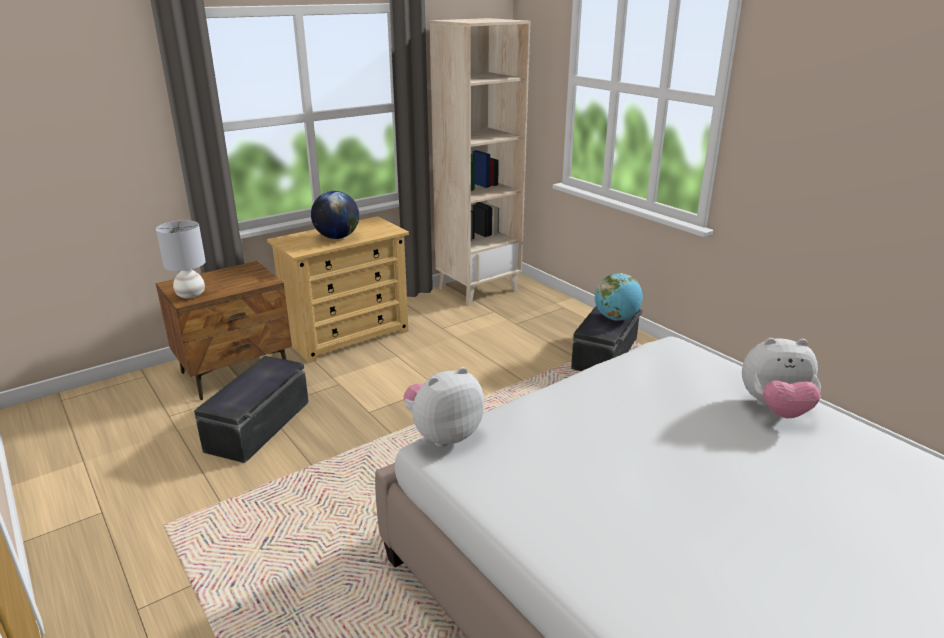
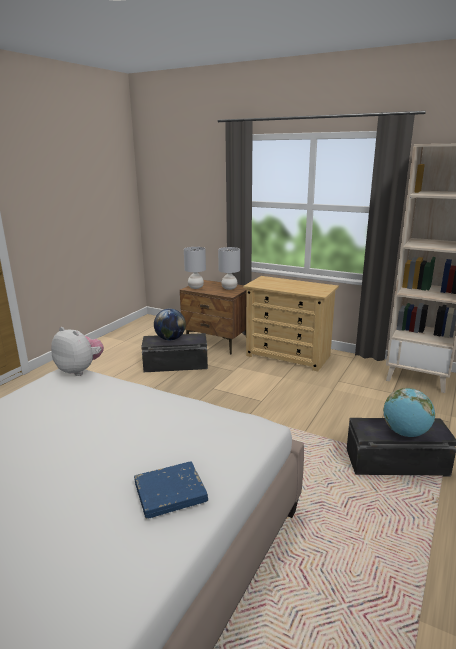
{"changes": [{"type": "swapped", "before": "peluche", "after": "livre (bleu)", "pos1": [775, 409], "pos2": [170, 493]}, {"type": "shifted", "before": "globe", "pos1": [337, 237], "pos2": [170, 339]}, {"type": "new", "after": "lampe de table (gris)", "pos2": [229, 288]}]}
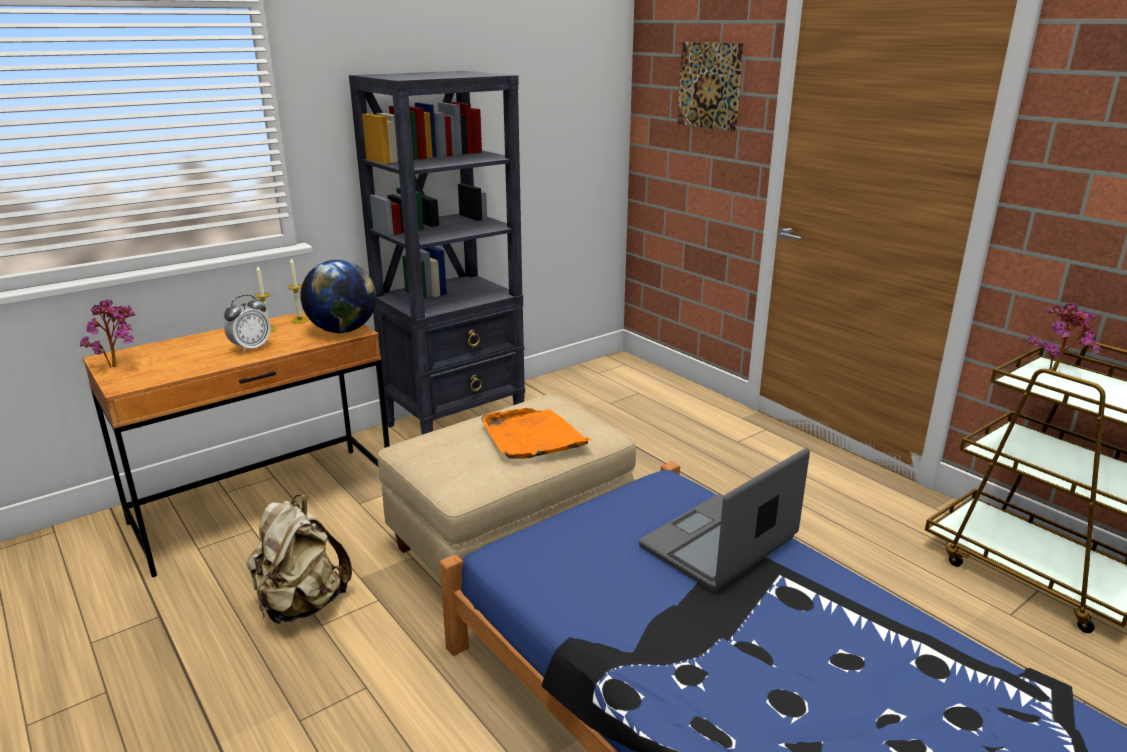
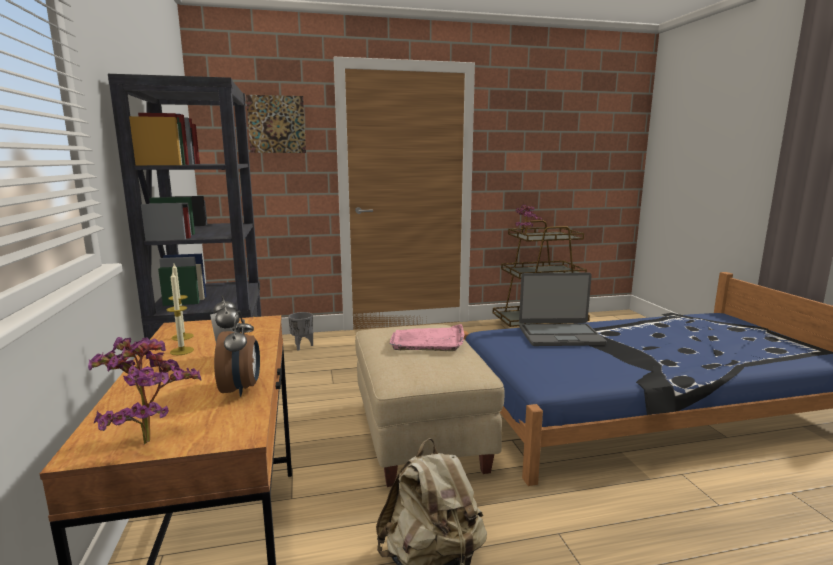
{"changes": [{"type": "new", "after": "réveil", "pos2": [241, 389]}, {"type": "new", "after": "cache-pot (gris)", "pos2": [302, 346]}, {"type": "repainted", "before": "plateau (orange)", "after": "plateau (rose)", "pos1": [532, 437], "pos2": [428, 341]}, {"type": "rotated", "before": "ordinateur portable", "pos1": [719, 544], "pos2": [560, 335], "turn": -75}, {"type": "gone", "before": "globe", "pos1": [342, 330]}]}
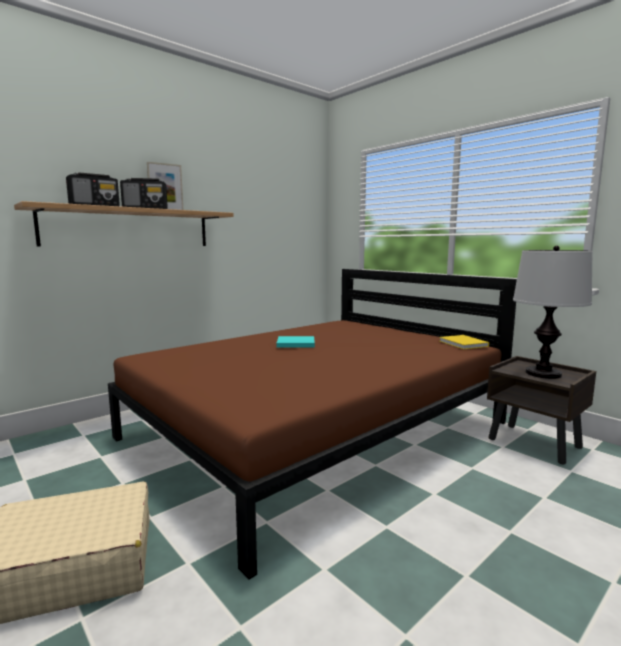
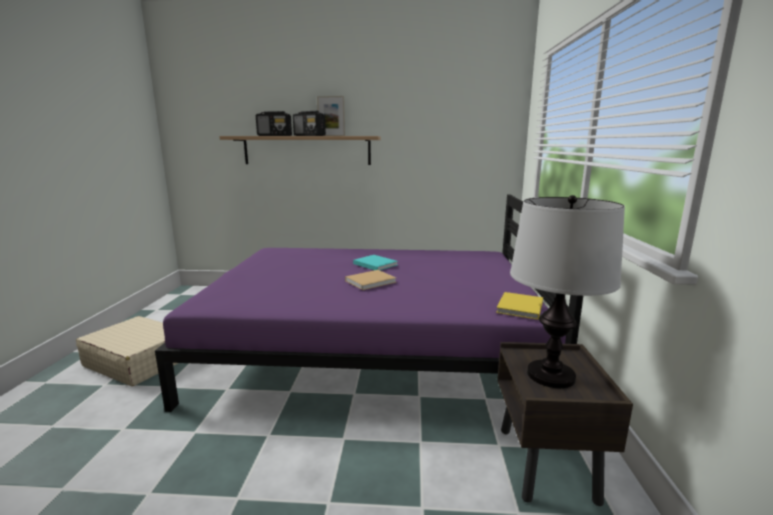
{"changes": [{"type": "repainted", "before": "lit (marron)", "after": "lit (violet)", "pos1": [318, 430], "pos2": [374, 348]}, {"type": "new", "after": "livre (beige)", "pos2": [372, 281]}]}
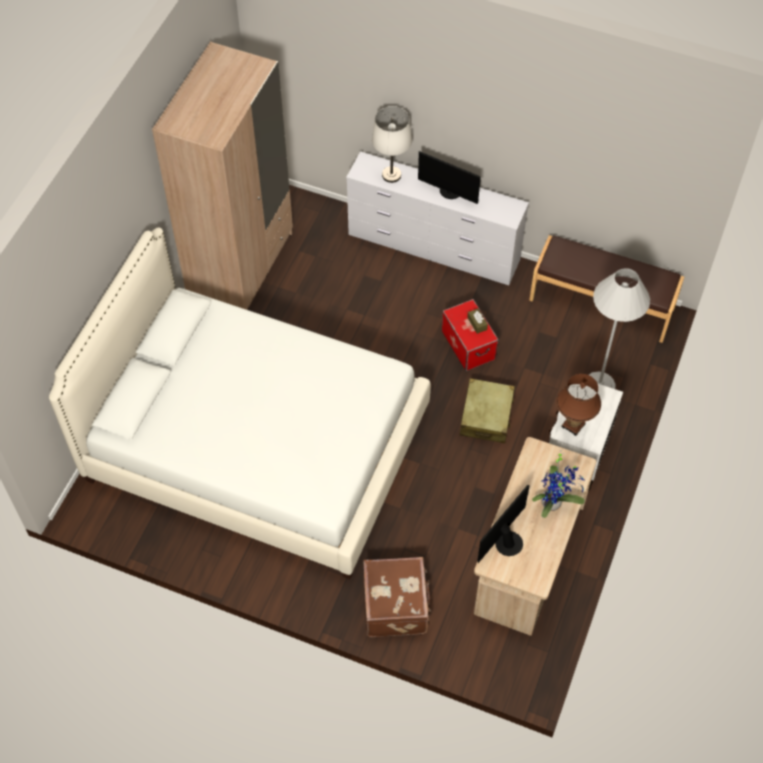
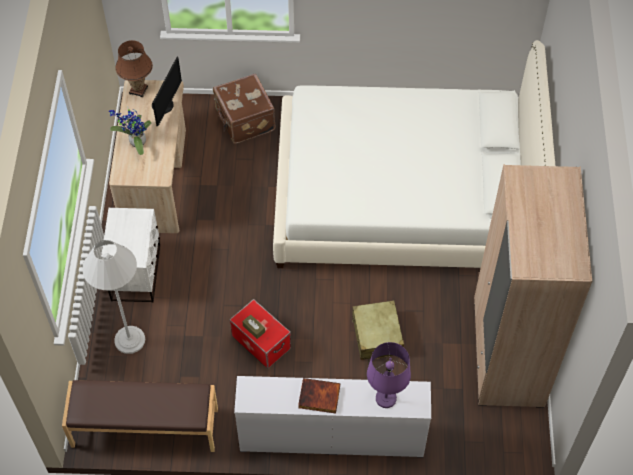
{"changes": [{"type": "shifted", "before": "lampe de table (marron)", "pos1": [573, 425], "pos2": [138, 90]}, {"type": "swapped", "before": "écran d'ordinateur", "after": "livre", "pos1": [449, 192], "pos2": [318, 397]}, {"type": "shifted", "before": "valise (beige)", "pos1": [486, 416], "pos2": [377, 335]}, {"type": "repainted", "before": "lampe de table (blanc)", "after": "lampe de table (violet)", "pos1": [391, 175], "pos2": [386, 398]}]}
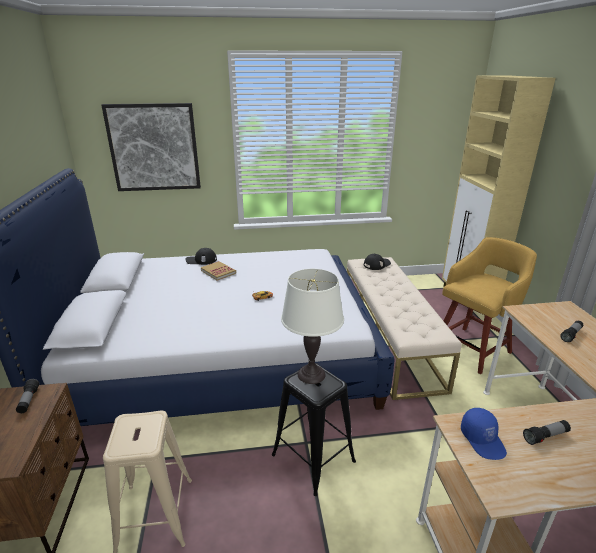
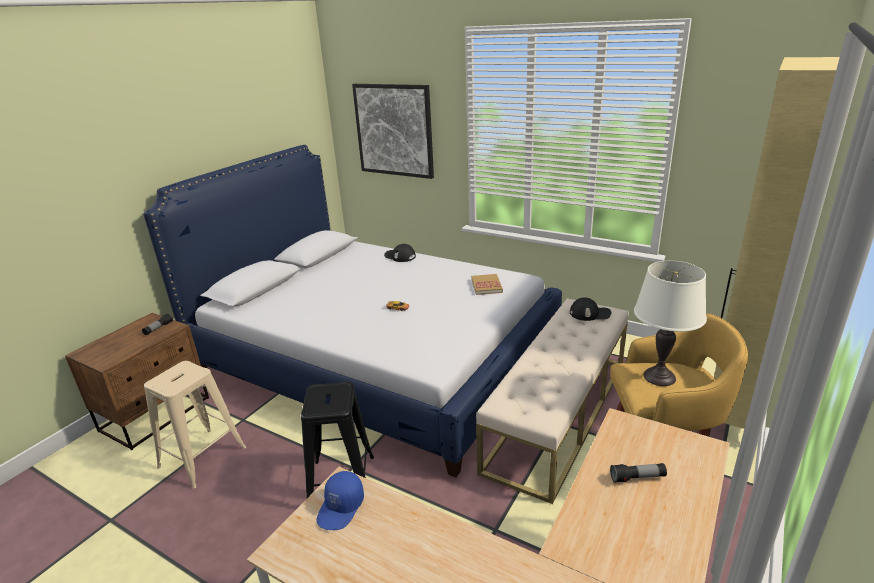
{"changes": [{"type": "shifted", "before": "livre", "pos1": [218, 272], "pos2": [486, 286]}, {"type": "shifted", "before": "lampe de table (blanc)", "pos1": [311, 374], "pos2": [659, 377]}, {"type": "gone", "before": "lampe de poche", "pos1": [545, 436]}]}
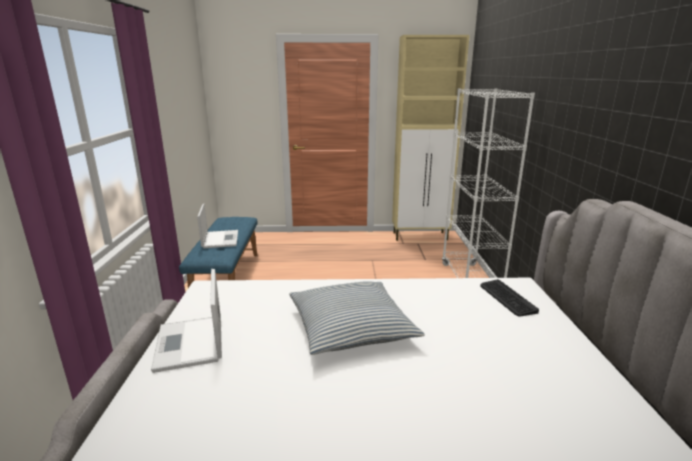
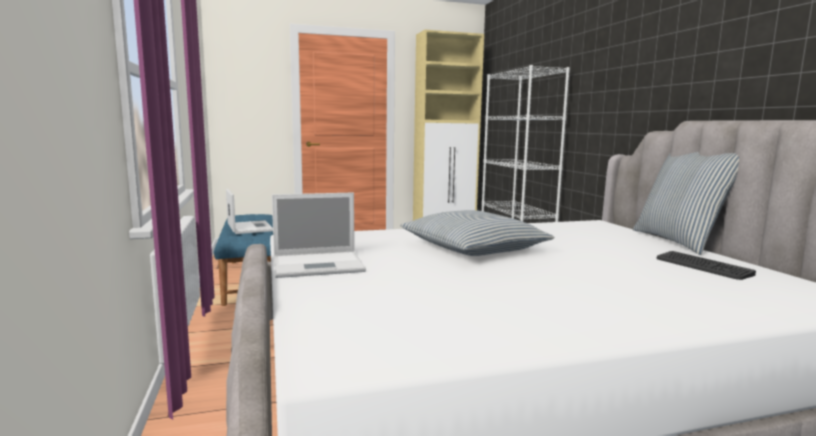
{"changes": [{"type": "rotated", "before": "ordinateur portable", "pos1": [190, 344], "pos2": [320, 265], "turn": -75}, {"type": "new", "after": "coussin", "pos2": [679, 241]}, {"type": "shifted", "before": "clavier", "pos1": [507, 298], "pos2": [702, 266]}]}
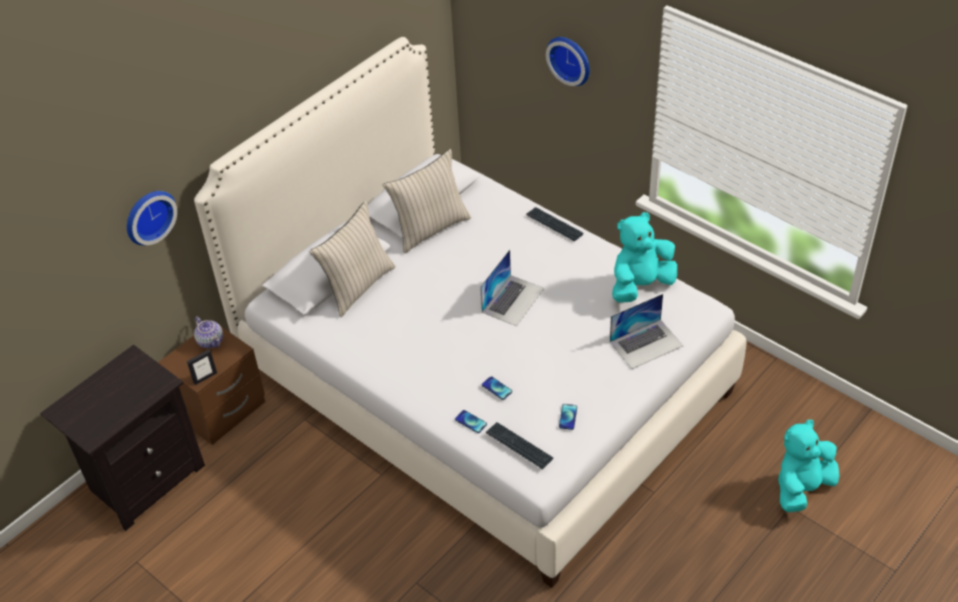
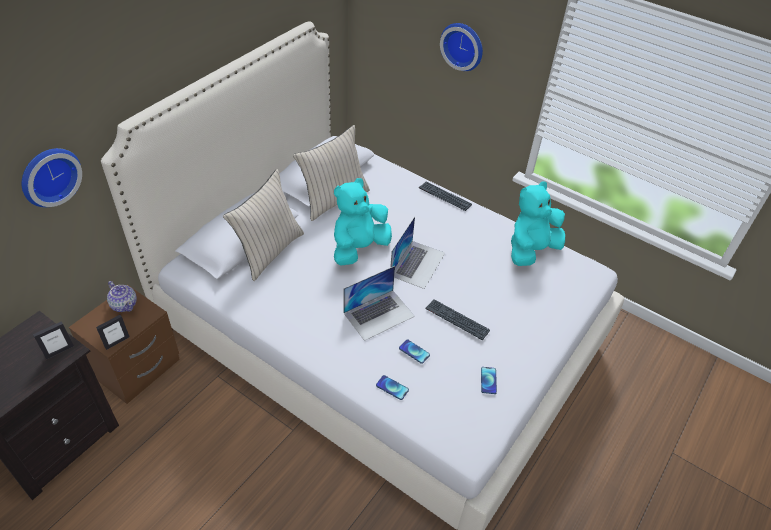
{"changes": [{"type": "new", "after": "cadre photo", "pos2": [59, 351]}, {"type": "shifted", "before": "peluche (turquoise)", "pos1": [802, 487], "pos2": [359, 248]}, {"type": "shifted", "before": "ordinateur portable", "pos1": [646, 343], "pos2": [379, 314]}, {"type": "shifted", "before": "clavier", "pos1": [519, 446], "pos2": [457, 320]}]}
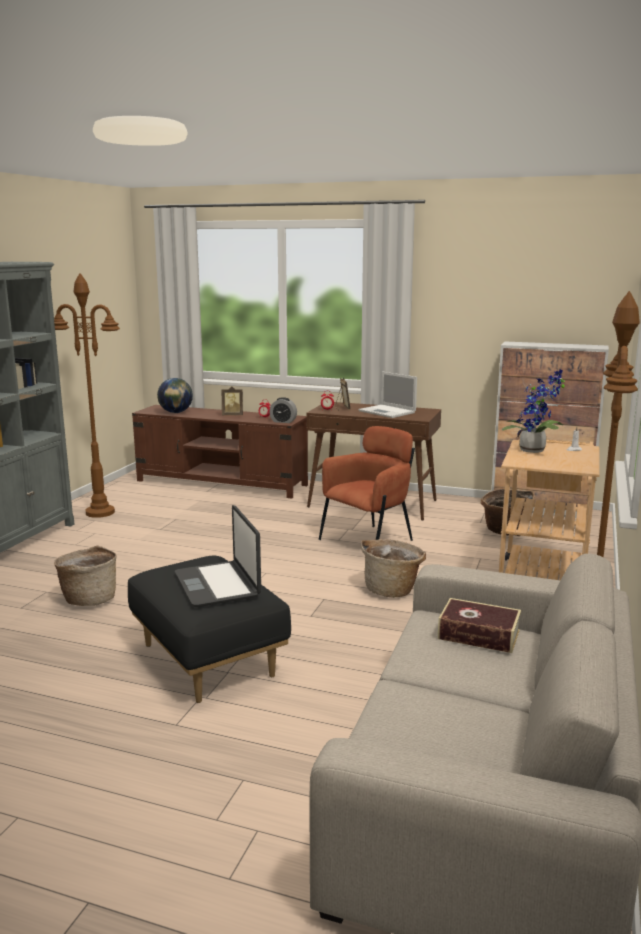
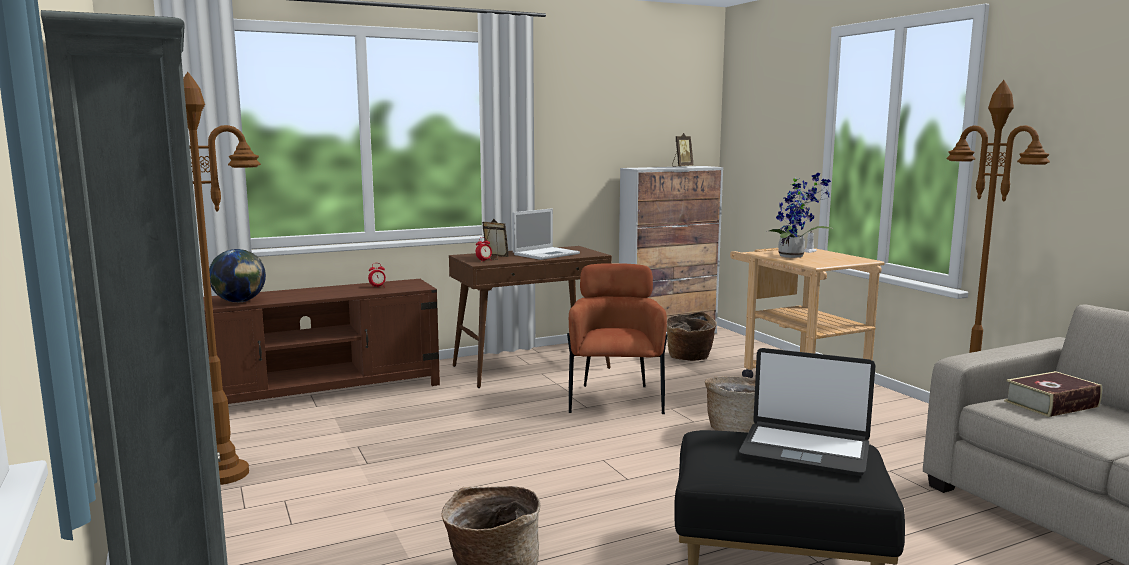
{"changes": [{"type": "rotated", "before": "ordinateur portable", "pos1": [388, 412], "pos2": [547, 254], "turn": -45}, {"type": "shifted", "before": "cadre photo", "pos1": [232, 415], "pos2": [681, 166]}, {"type": "gone", "before": "réveil", "pos1": [283, 421]}]}
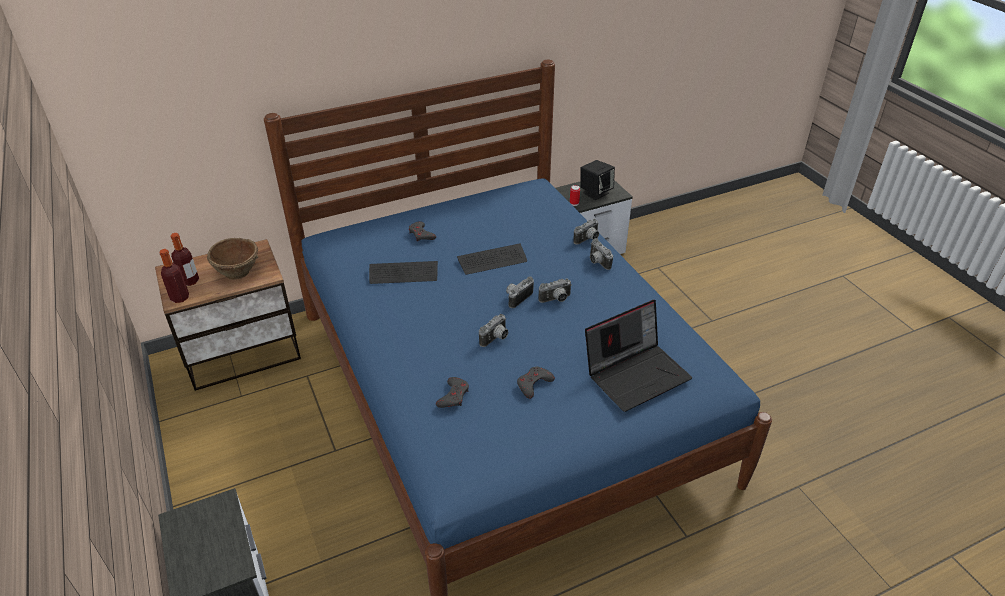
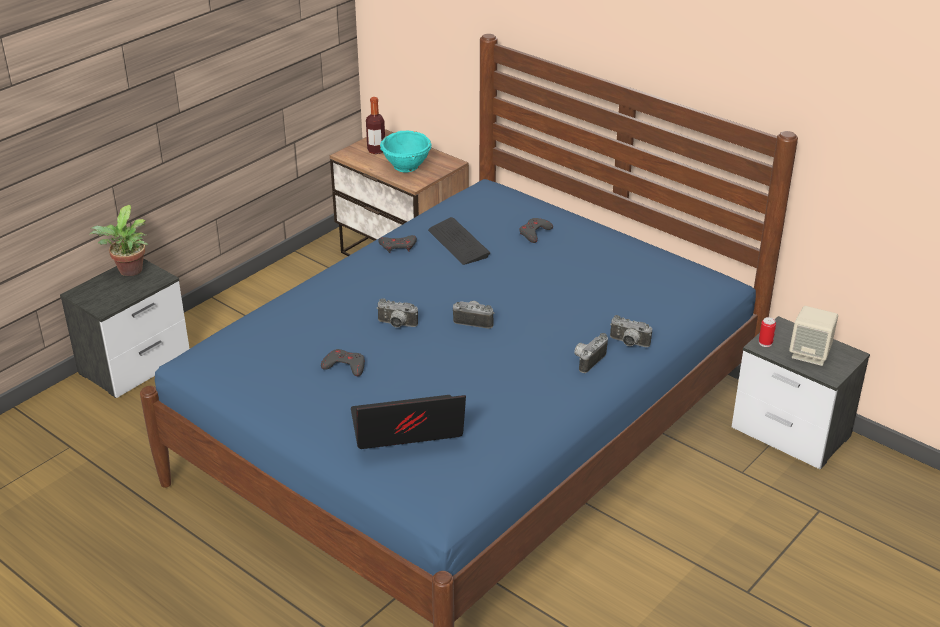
{"changes": [{"type": "new", "after": "plante en pot", "pos2": [129, 272]}, {"type": "rotated", "before": "ordinateur portable", "pos1": [636, 373], "pos2": [405, 430], "turn": 135}, {"type": "shifted", "before": "manette (gris)", "pos1": [453, 396], "pos2": [398, 246]}, {"type": "repainted", "before": "bol (marron)", "after": "bol (turquoise)", "pos1": [238, 272], "pos2": [406, 167]}, {"type": "repainted", "before": "enceinte (noir)", "after": "enceinte (beige)", "pos1": [595, 192], "pos2": [810, 354]}, {"type": "gone", "before": "bouteille", "pos1": [180, 298]}, {"type": "gone", "before": "clavier", "pos1": [492, 260]}, {"type": "gone", "before": "appareil photo", "pos1": [556, 300]}]}
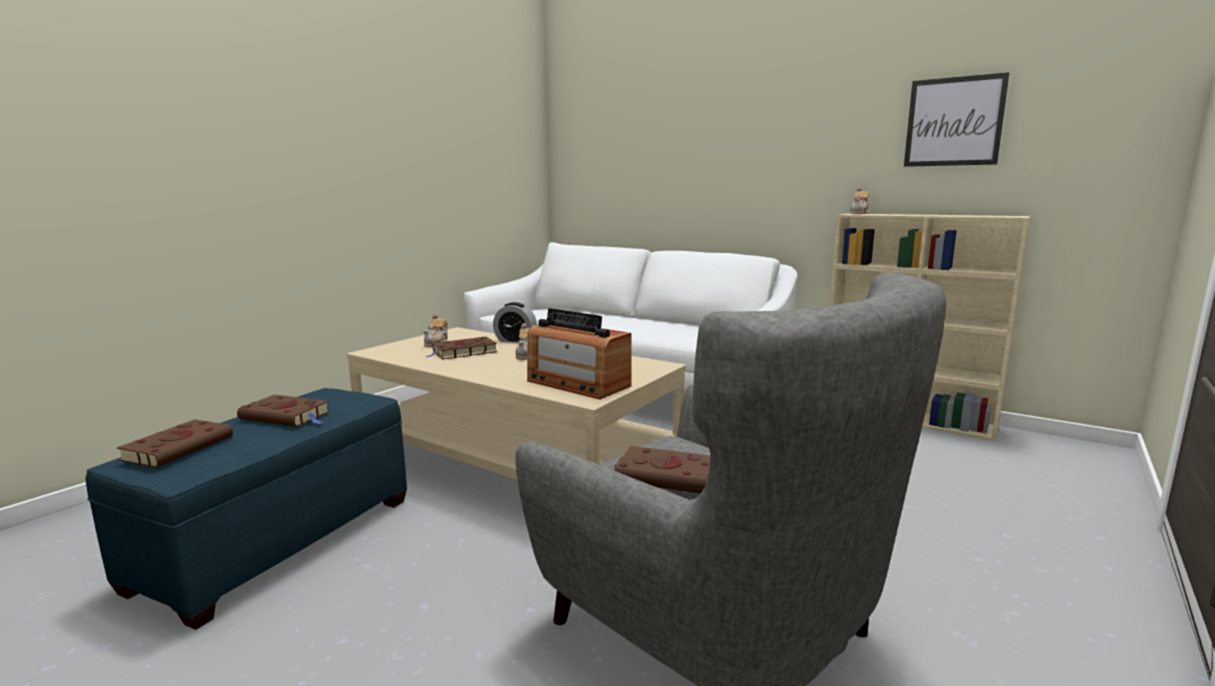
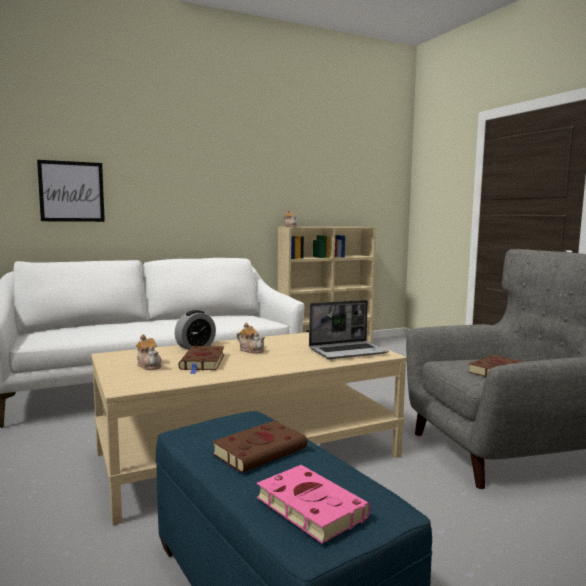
{"changes": [{"type": "shifted", "before": "tableau", "pos1": [954, 122], "pos2": [71, 191]}, {"type": "repainted", "before": "livre (marron)", "after": "livre (rose)", "pos1": [181, 447], "pos2": [308, 506]}, {"type": "swapped", "before": "radio", "after": "ordinateur portable", "pos1": [577, 383], "pos2": [348, 351]}]}
